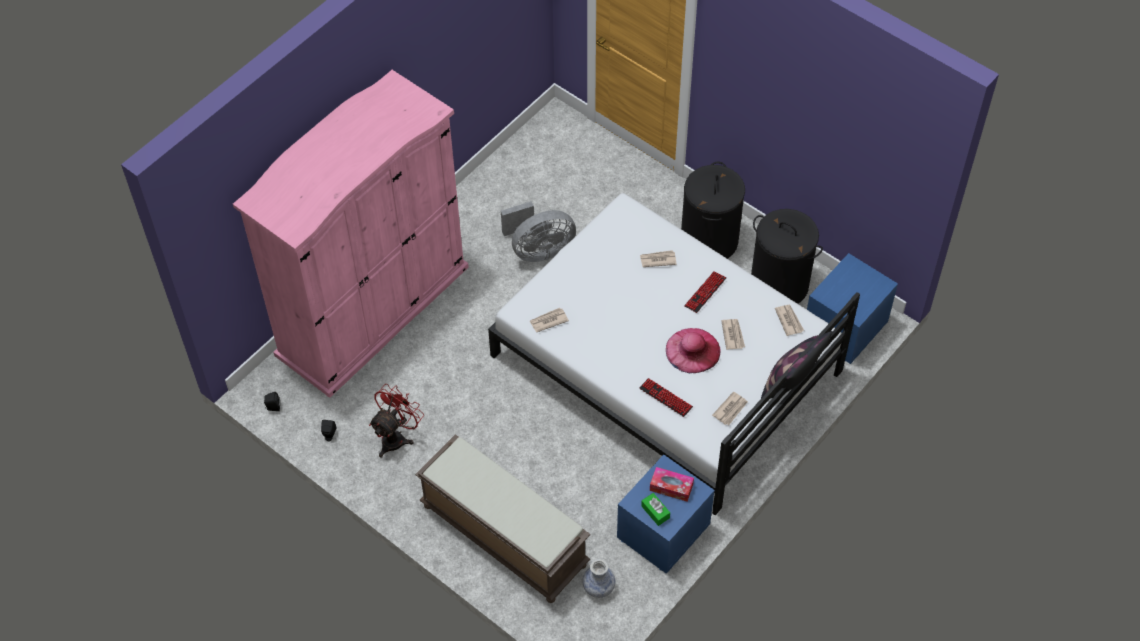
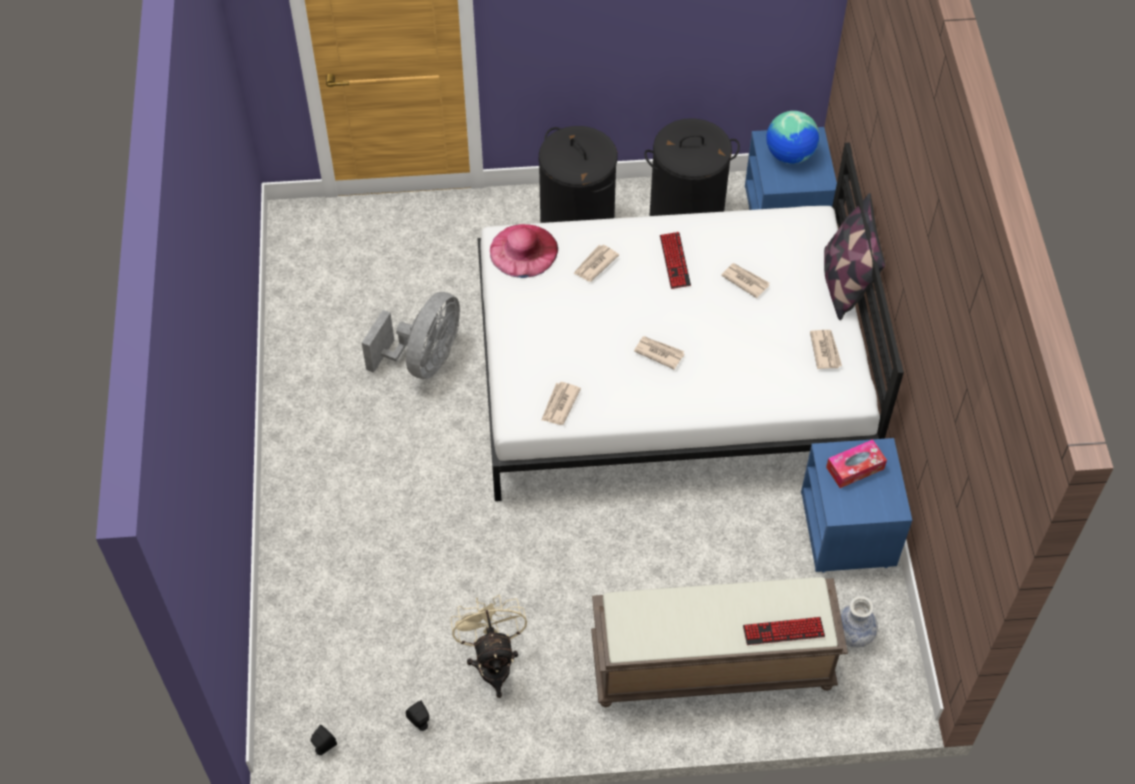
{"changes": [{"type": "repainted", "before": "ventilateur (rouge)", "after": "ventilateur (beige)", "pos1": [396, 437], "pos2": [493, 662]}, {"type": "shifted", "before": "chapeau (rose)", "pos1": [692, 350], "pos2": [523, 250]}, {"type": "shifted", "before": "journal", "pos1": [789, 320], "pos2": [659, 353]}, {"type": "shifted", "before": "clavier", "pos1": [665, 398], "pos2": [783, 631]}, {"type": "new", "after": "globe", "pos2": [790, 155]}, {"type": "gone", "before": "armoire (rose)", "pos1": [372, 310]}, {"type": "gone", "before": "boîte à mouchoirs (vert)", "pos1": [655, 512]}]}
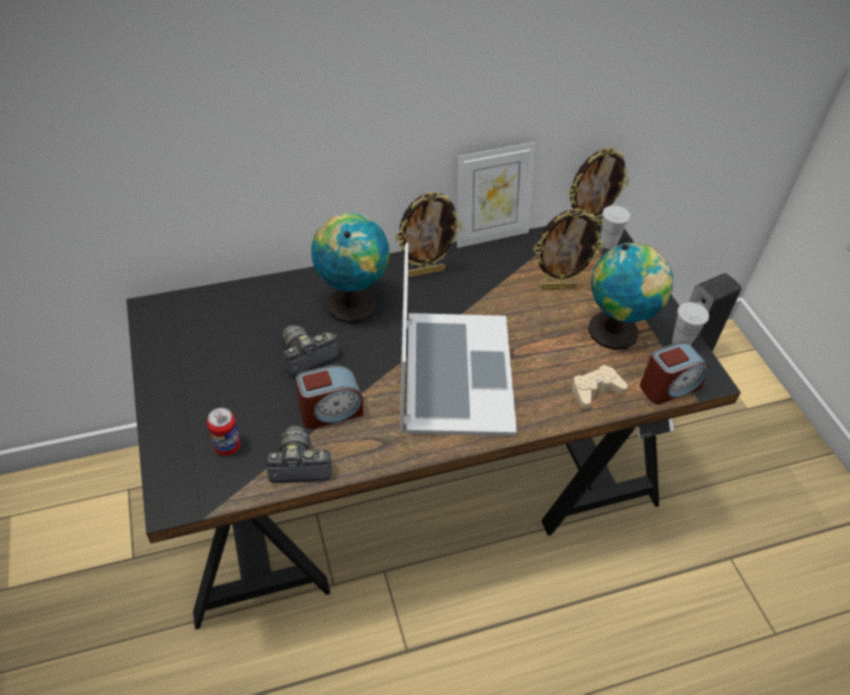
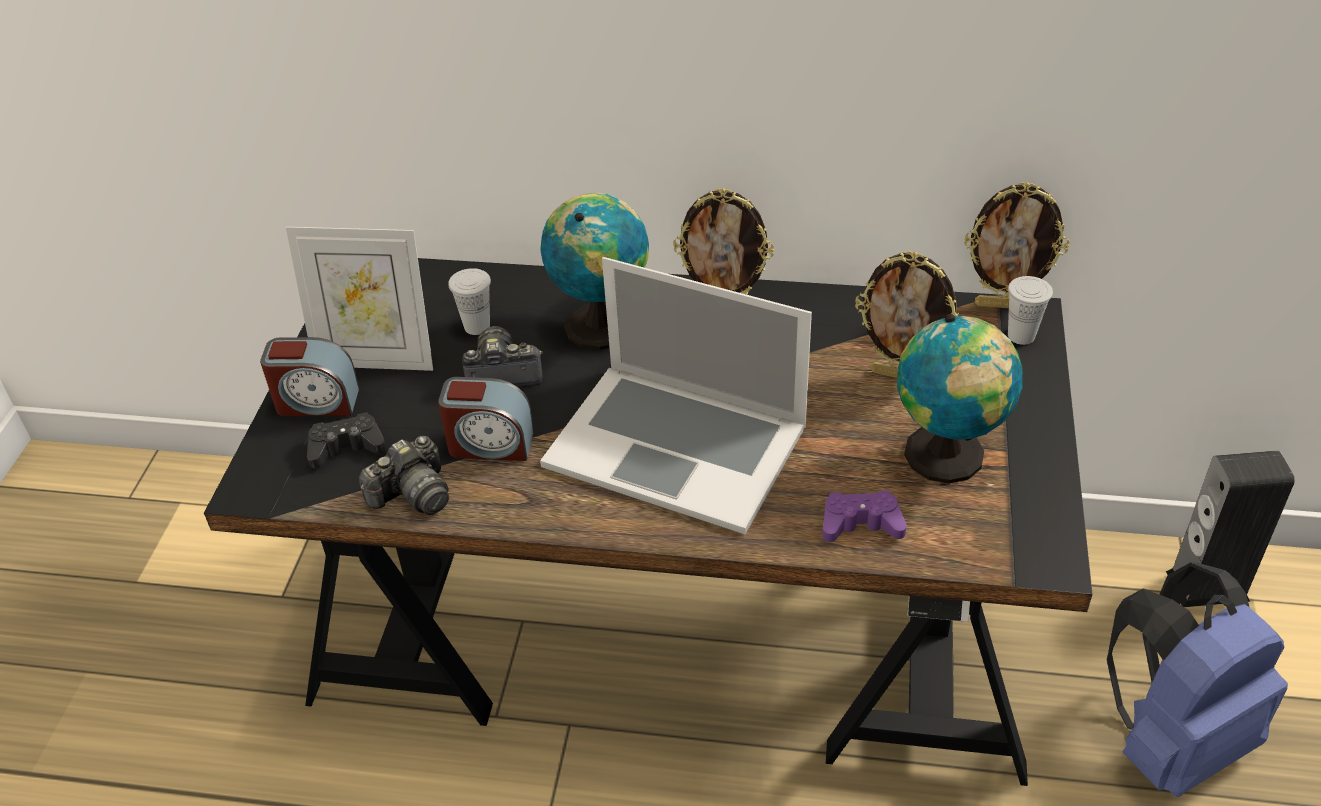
{"changes": [{"type": "shifted", "before": "réveil", "pos1": [668, 387], "pos2": [317, 402]}, {"type": "shifted", "before": "cadre photo", "pos1": [490, 235], "pos2": [376, 359]}, {"type": "swapped", "before": "boîte métallique", "after": "manette (noir)", "pos1": [227, 446], "pos2": [346, 447]}, {"type": "rotated", "before": "appareil photo", "pos1": [299, 465], "pos2": [413, 494], "turn": 120}, {"type": "shifted", "before": "tasse (blanc)", "pos1": [681, 342], "pos2": [477, 326]}, {"type": "rotated", "before": "ordinateur portable", "pos1": [453, 373], "pos2": [676, 444], "turn": 90}, {"type": "repainted", "before": "manette (beige)", "after": "manette (violet)", "pos1": [595, 390], "pos2": [860, 524]}, {"type": "new", "after": "sac à dos (bleu)", "pos2": [1172, 739]}]}
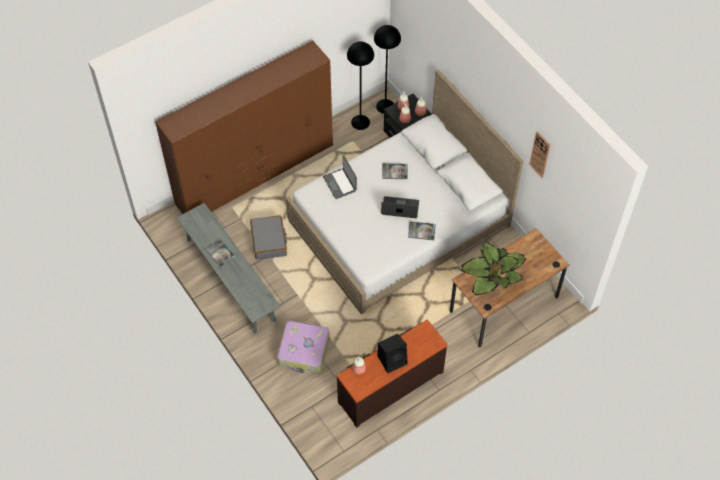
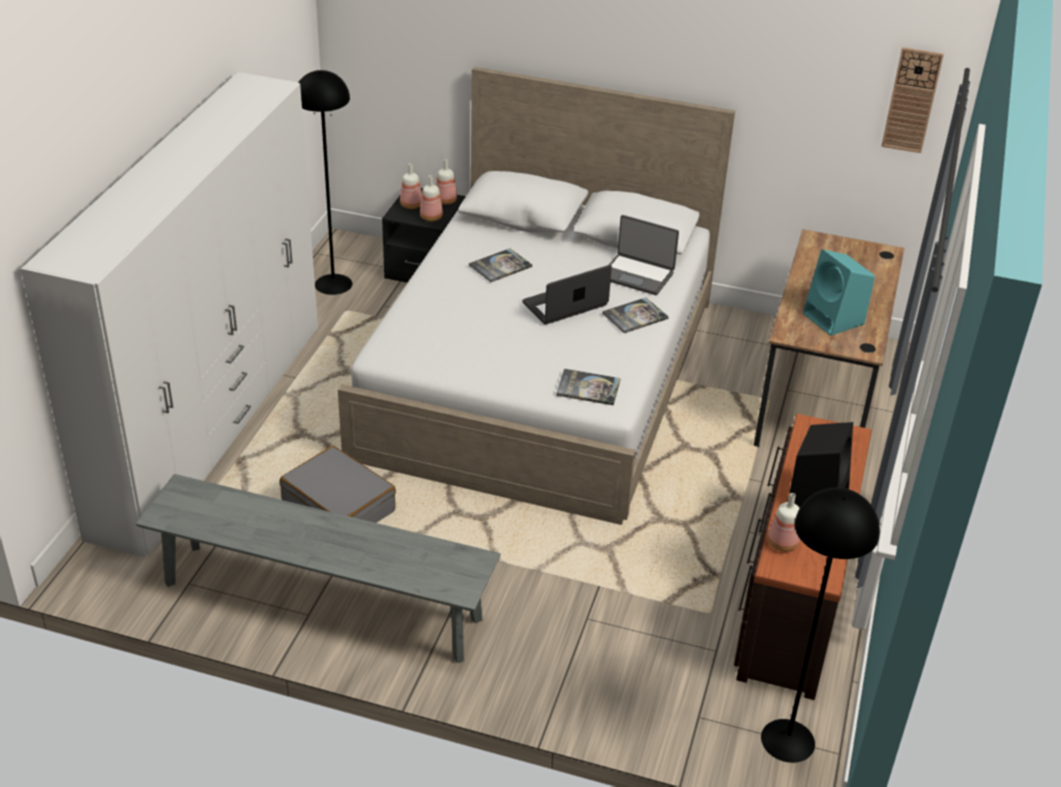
{"changes": [{"type": "repainted", "before": "armoire (marron)", "after": "armoire (blanc)", "pos1": [255, 174], "pos2": [211, 425]}, {"type": "shifted", "before": "livre", "pos1": [220, 253], "pos2": [588, 388]}, {"type": "shifted", "before": "ordinateur portable", "pos1": [340, 183], "pos2": [637, 275]}, {"type": "shifted", "before": "lampadaire (noir)", "pos1": [385, 106], "pos2": [788, 741]}, {"type": "swapped", "before": "plante en pot", "after": "enceinte (turquoise)", "pos1": [491, 285], "pos2": [834, 319]}, {"type": "shifted", "before": "horloge murale", "pos1": [540, 154], "pos2": [911, 100]}, {"type": "gone", "before": "valise", "pos1": [304, 351]}]}
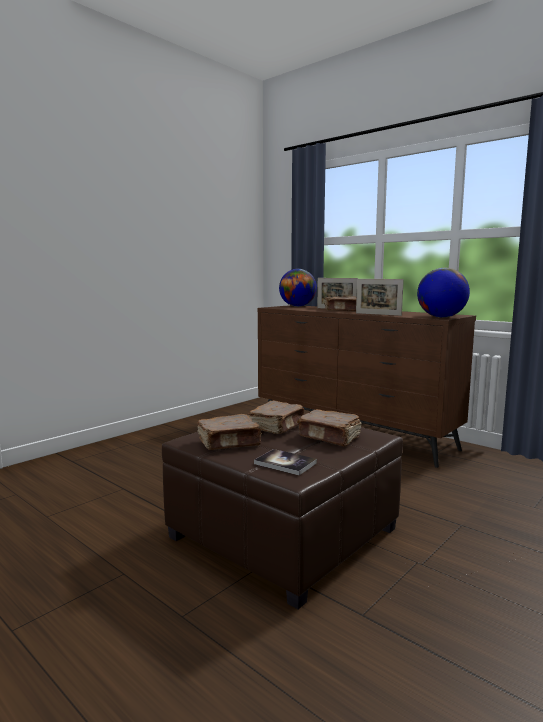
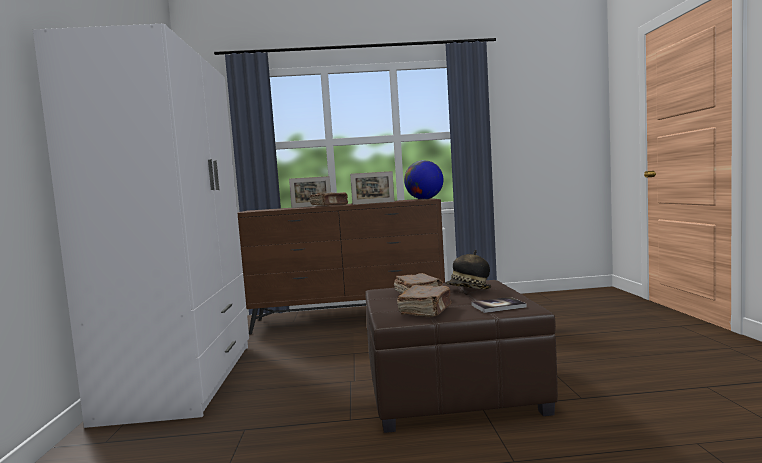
{"changes": [{"type": "new", "after": "armoire (blanc)", "pos2": [184, 379]}, {"type": "swapped", "before": "livre (marron)", "after": "chapeau", "pos1": [329, 437], "pos2": [468, 290]}, {"type": "gone", "before": "globe", "pos1": [297, 306]}]}
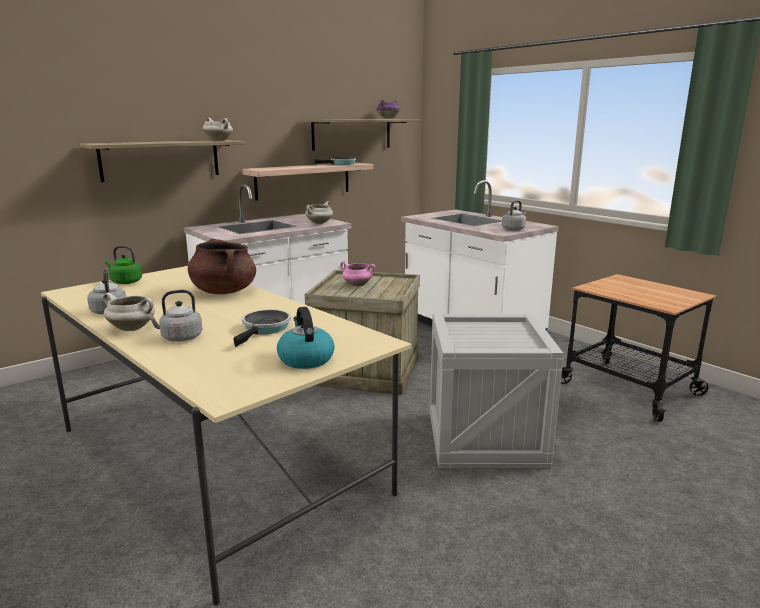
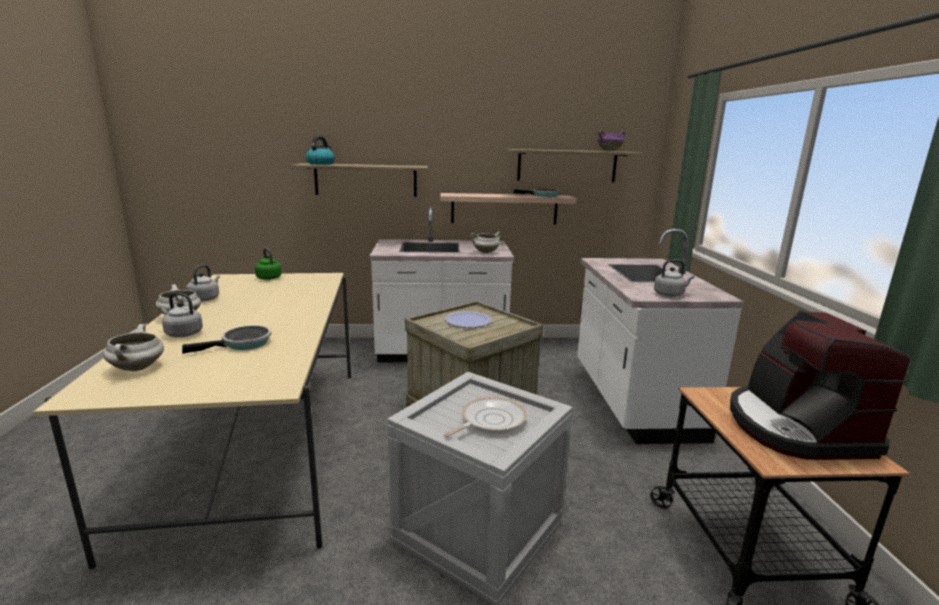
{"changes": [{"type": "shifted", "before": "marmite (blanc)", "pos1": [219, 140], "pos2": [138, 368]}, {"type": "shifted", "before": "bouilloire", "pos1": [305, 359], "pos2": [321, 164]}, {"type": "new", "after": "poêle", "pos2": [490, 421]}, {"type": "swapped", "before": "marmite (rose)", "after": "assiette", "pos1": [357, 285], "pos2": [468, 321]}, {"type": "new", "after": "machine à café", "pos2": [795, 428]}, {"type": "gone", "before": "marmite (marron)", "pos1": [224, 291]}]}
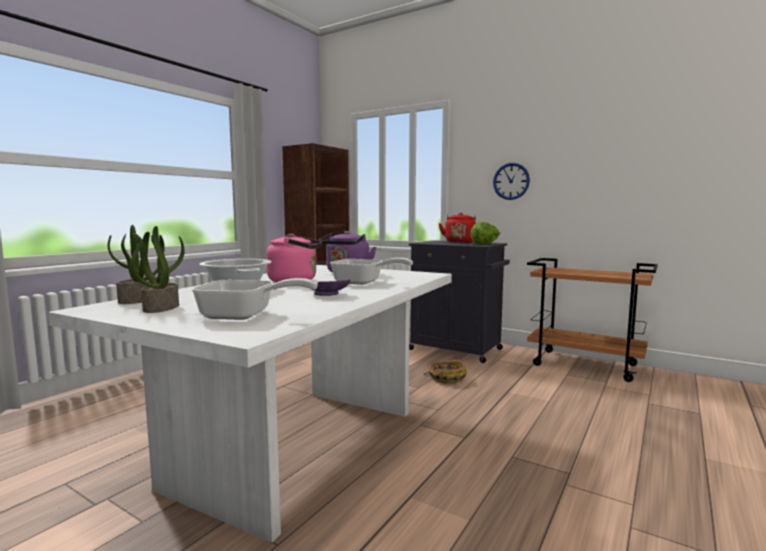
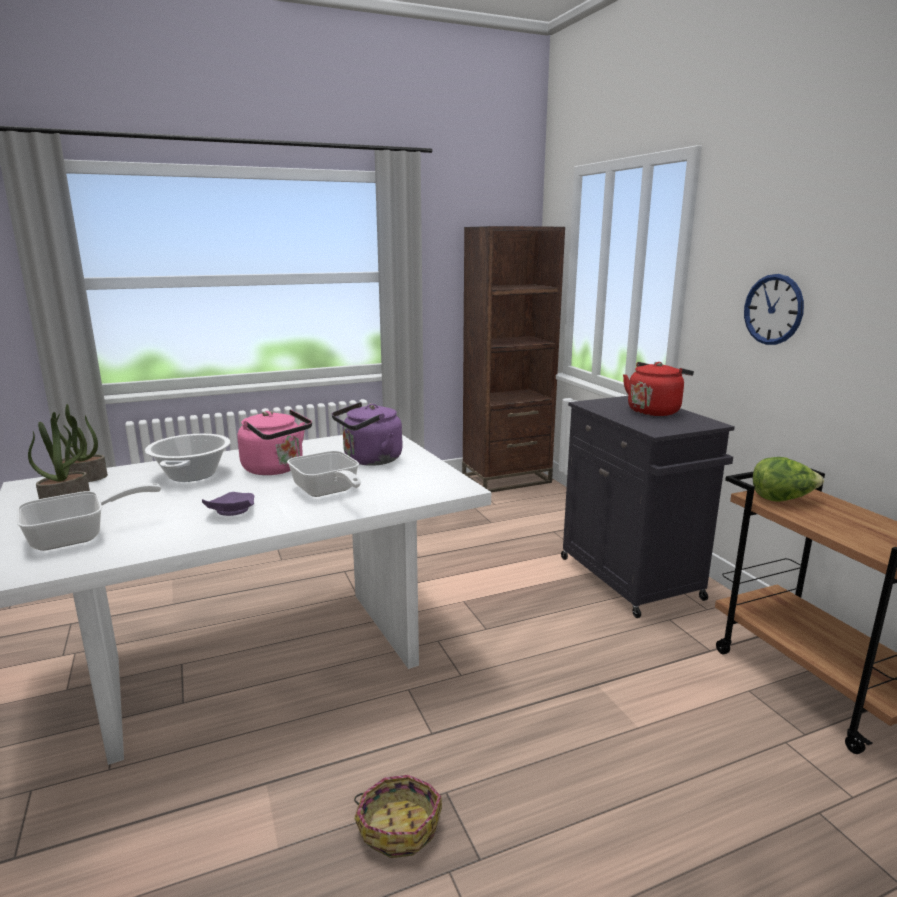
{"changes": [{"type": "rotated", "before": "poêle", "pos1": [245, 316], "pos2": [79, 536], "turn": -75}, {"type": "shifted", "before": "panier", "pos1": [446, 378], "pos2": [398, 826]}, {"type": "shifted", "before": "laitue", "pos1": [485, 244], "pos2": [782, 499]}]}
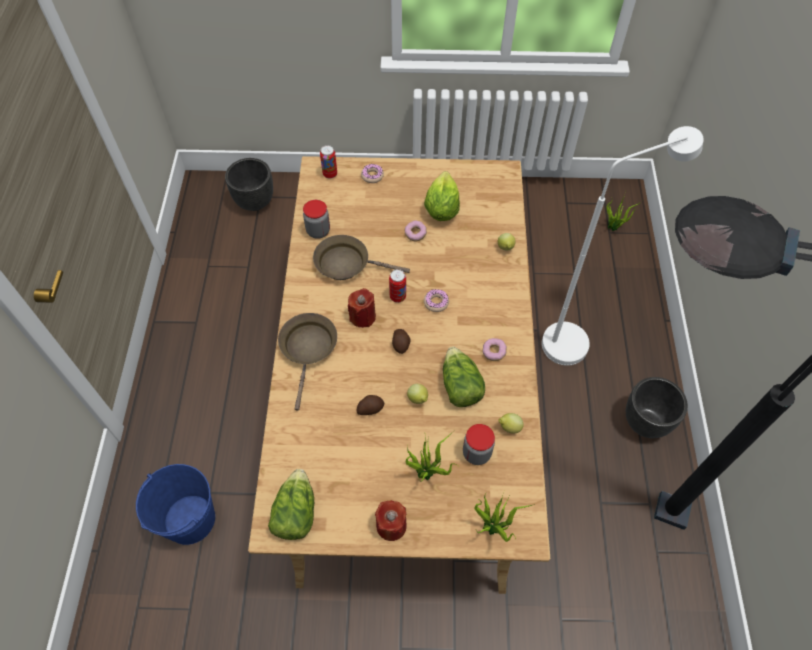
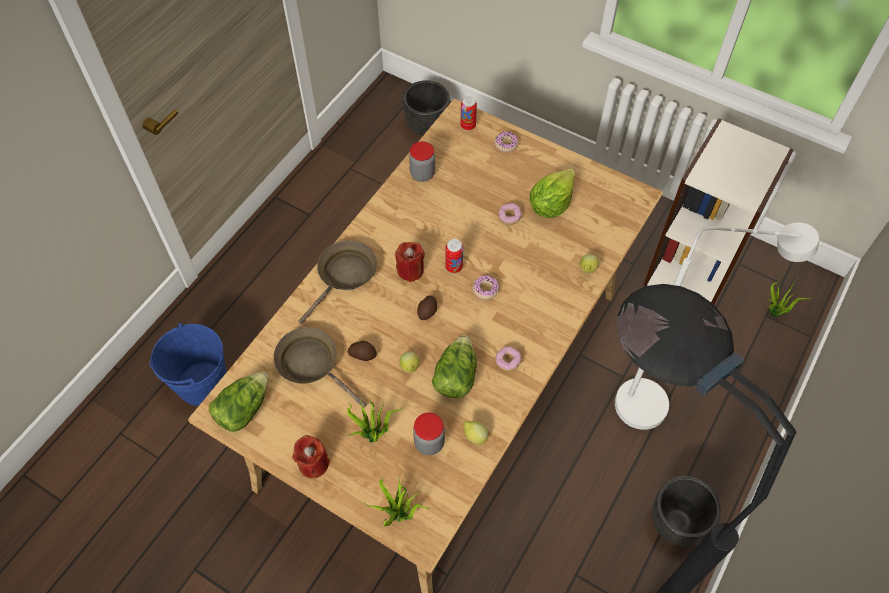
{"changes": [{"type": "shifted", "before": "poêle (marron)", "pos1": [347, 264], "pos2": [312, 364]}, {"type": "new", "after": "bibliothèque", "pos2": [692, 270]}]}
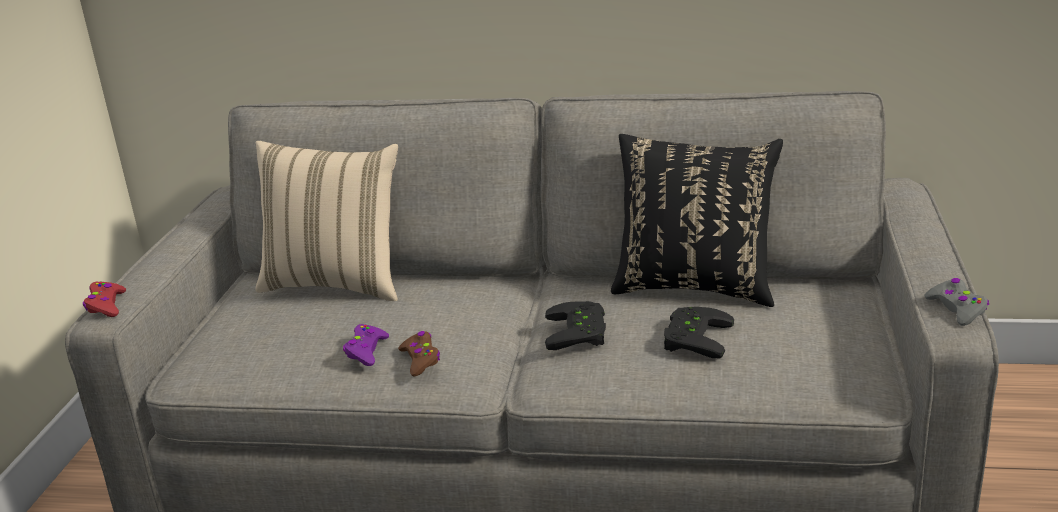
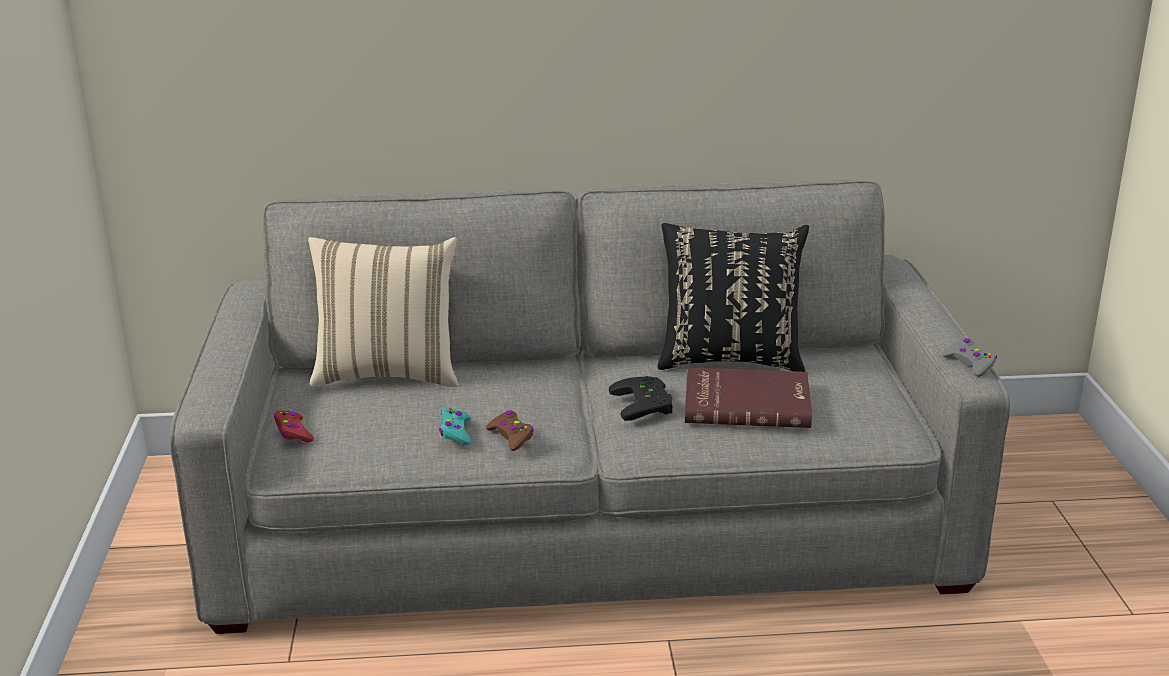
{"changes": [{"type": "shifted", "before": "manette (rouge)", "pos1": [106, 306], "pos2": [293, 433]}, {"type": "repainted", "before": "manette (violet)", "after": "manette (turquoise)", "pos1": [366, 351], "pos2": [455, 432]}, {"type": "swapped", "before": "manette (noir)", "after": "livre (rouge)", "pos1": [692, 337], "pos2": [747, 402]}]}
